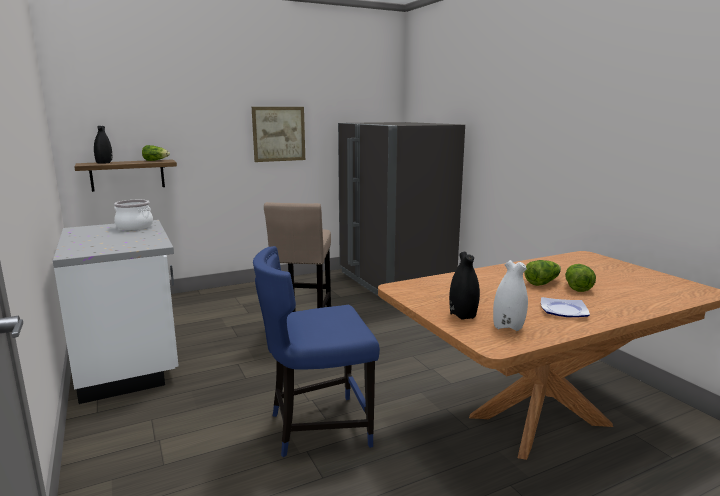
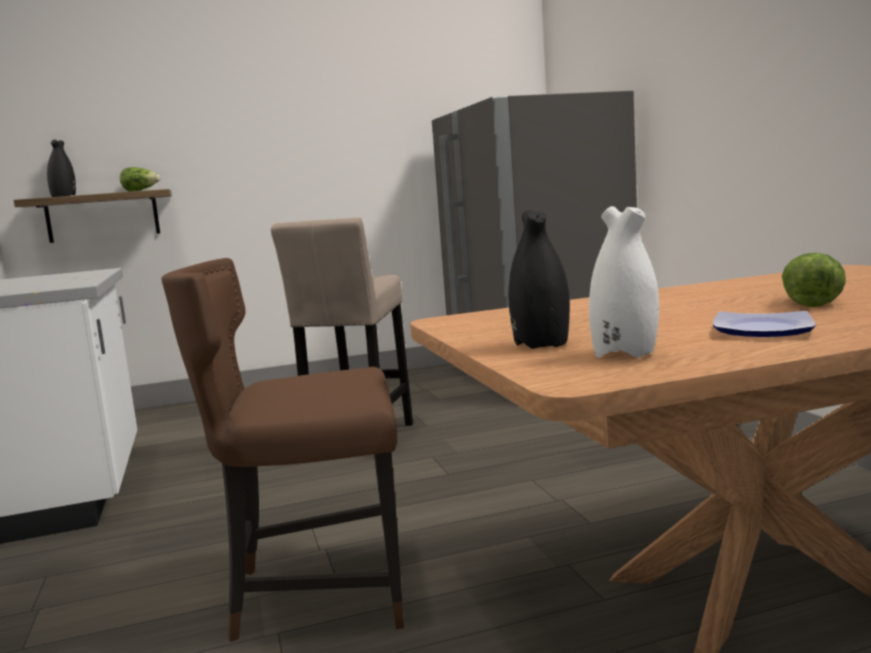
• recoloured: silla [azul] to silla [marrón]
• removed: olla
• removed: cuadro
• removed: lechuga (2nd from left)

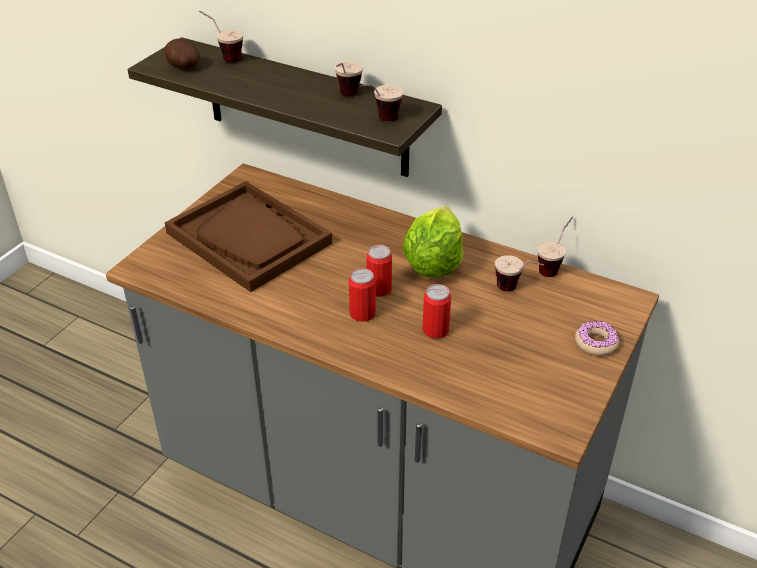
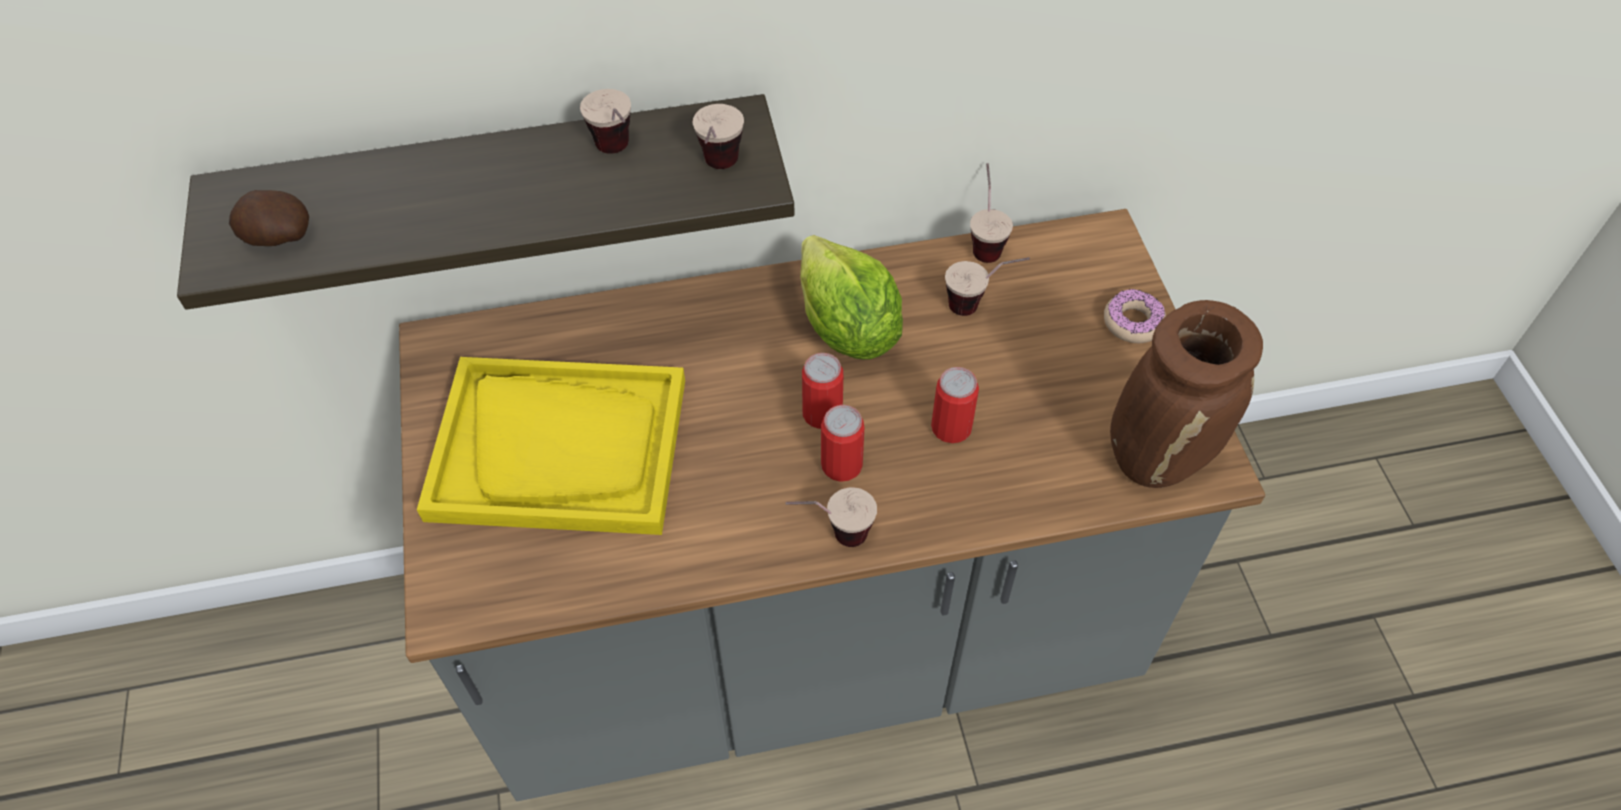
• recoloured: bandeja [marrón] to bandeja [amarillo]
• moved: taza (1st from left in the first image) to taza (3rd from left)
• added: florero [marrón]

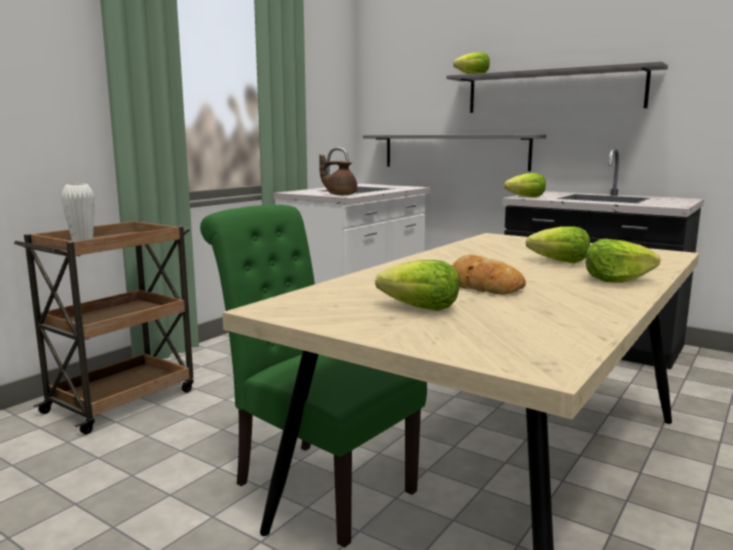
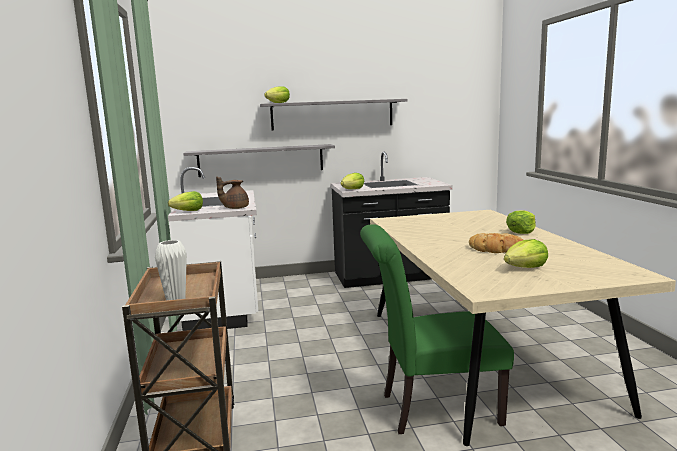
• moved: lechuga (4th from left in the first image) to lechuga (1st from left)

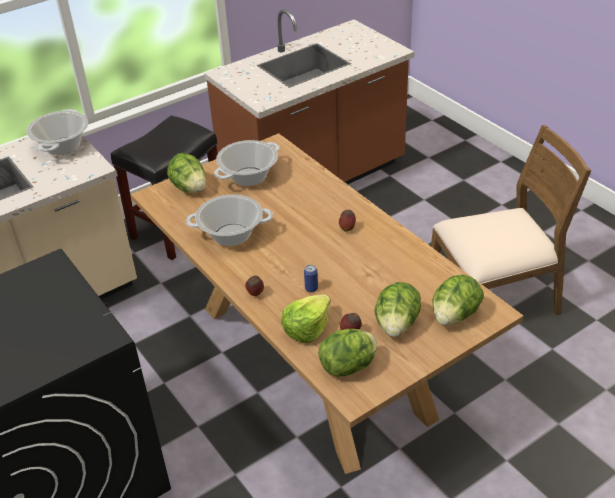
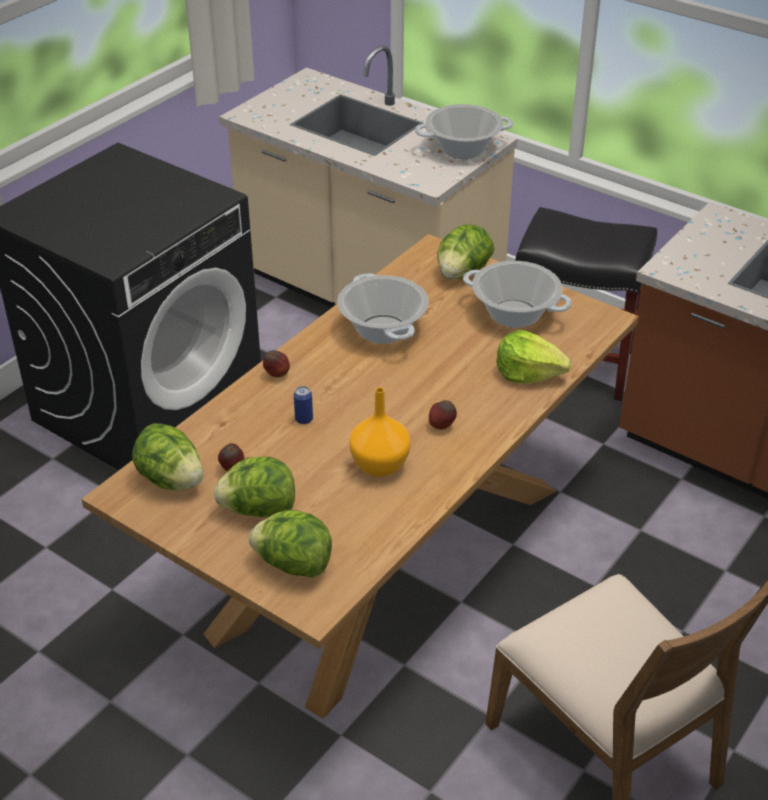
• added: florero [naranja]
• moved: lechuga (2nd from left in the first image) to lechuga (5th from left)

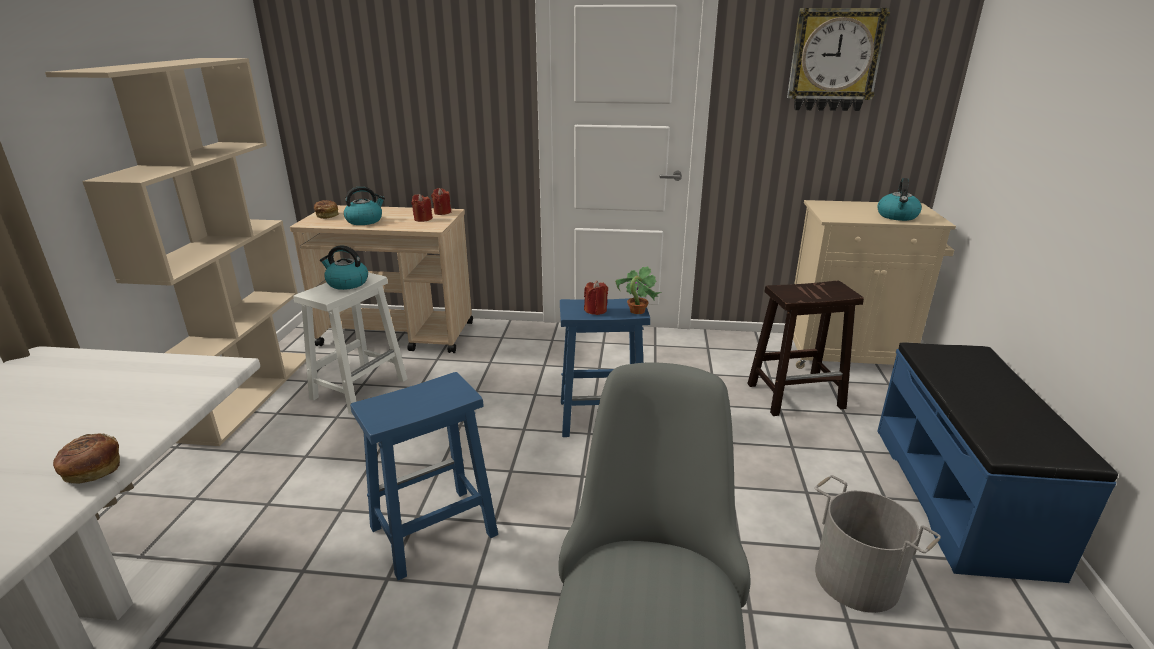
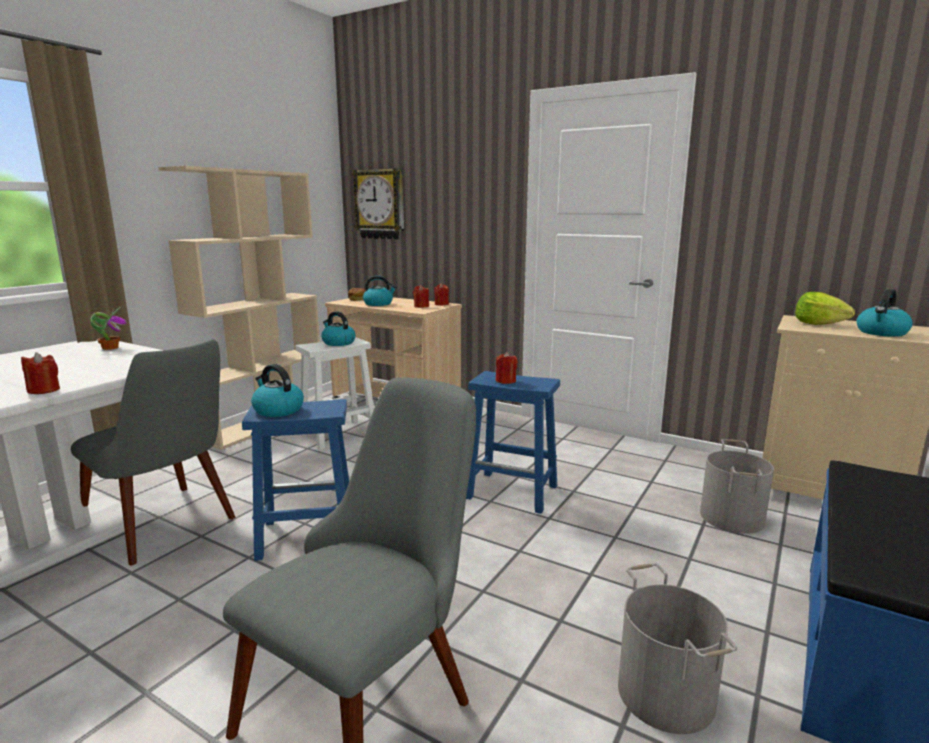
• replaced: pan (1st from left) to vela [rojo] (1st from left)
• added: silla [gris] (1st from left)
• moved: planta en maceta
• added: hervidor (1st from left)
• moved: reloj de pared
• replaced: taburete [marrón] to cubo [gris] (2nd from left)
• added: lechuga

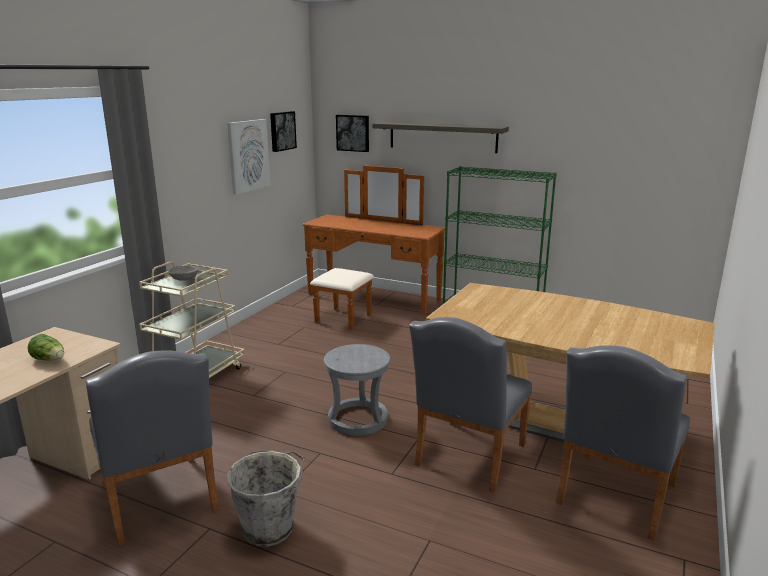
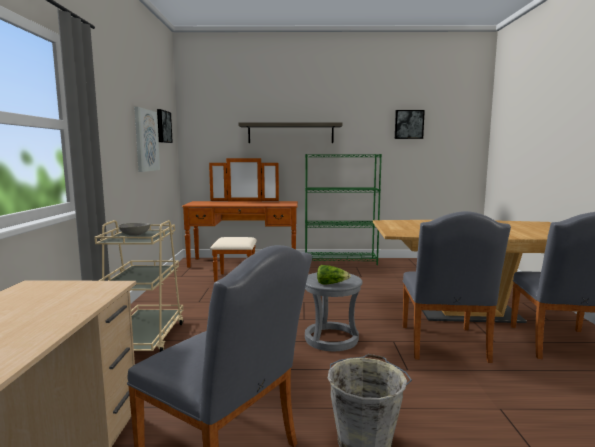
• moved: lechuga
• moved: cuadro (3rd from left)

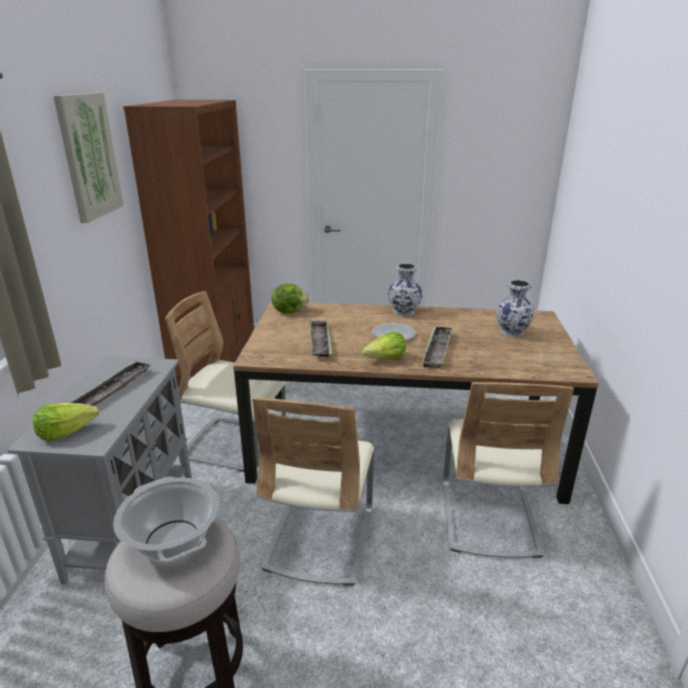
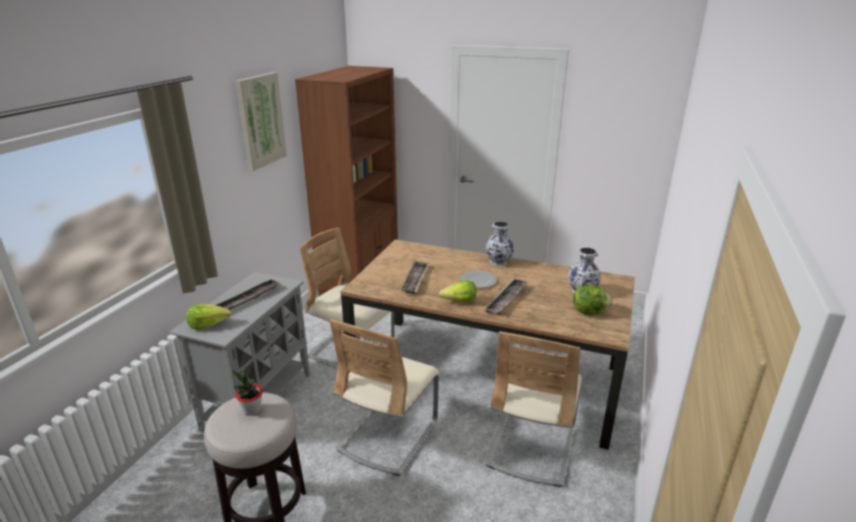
• replaced: olla to planta en maceta
• moved: lechuga (2nd from left in the first image) to lechuga (3rd from left)

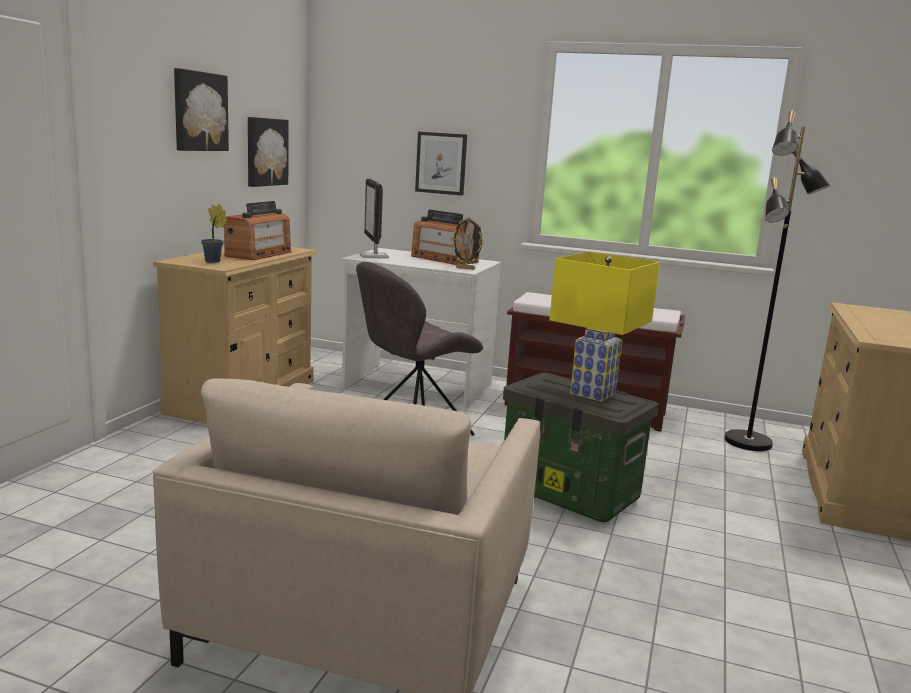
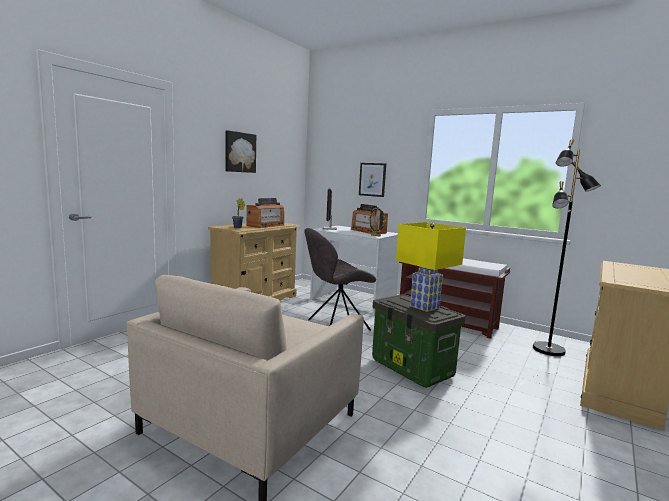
• removed: cuadro (2nd from left)

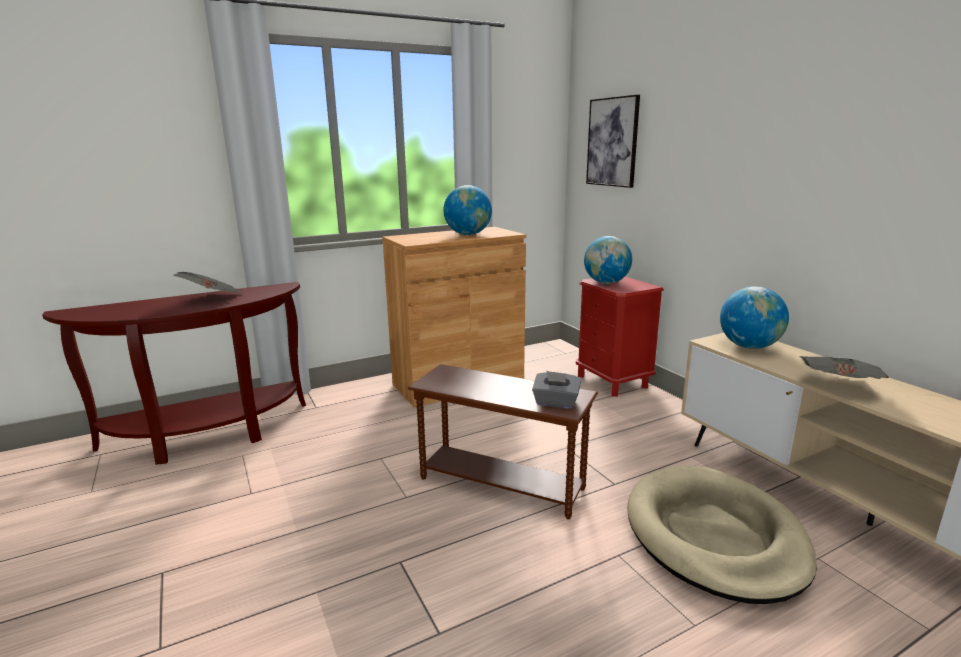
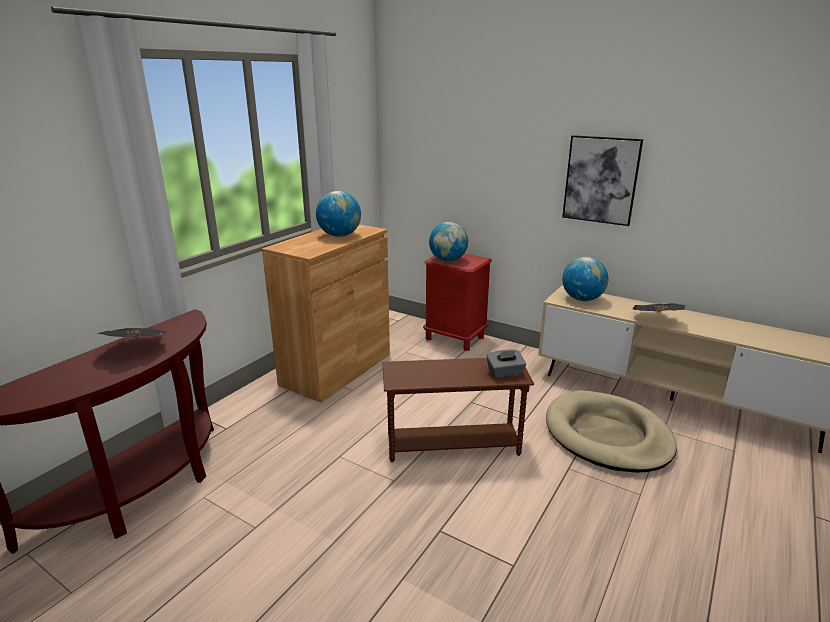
• moved: cuadro

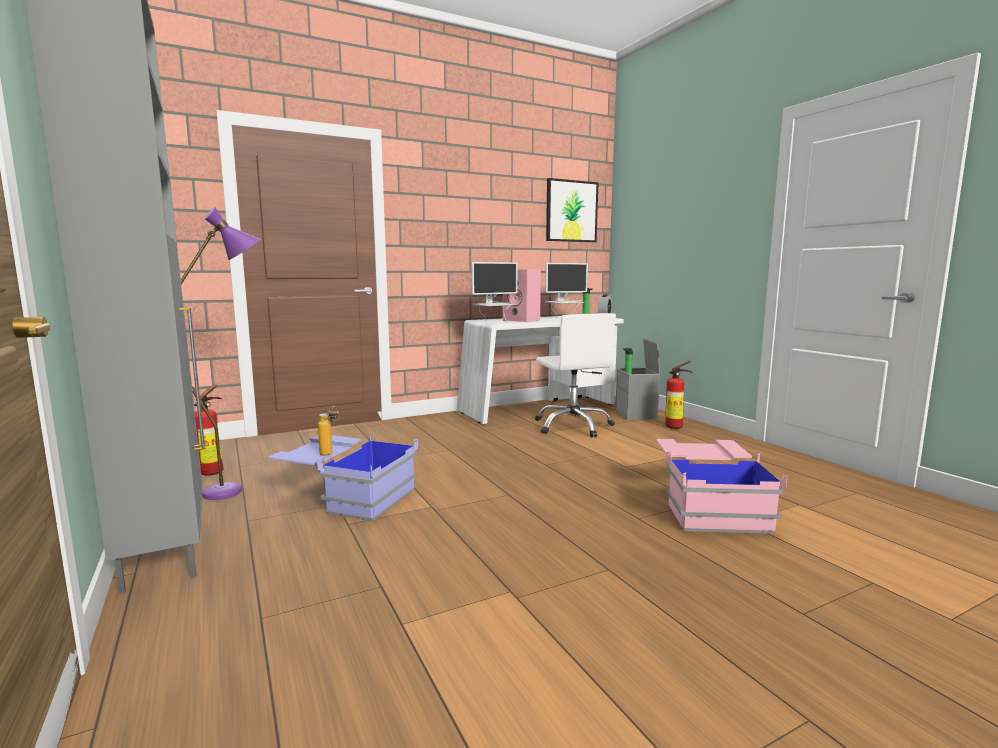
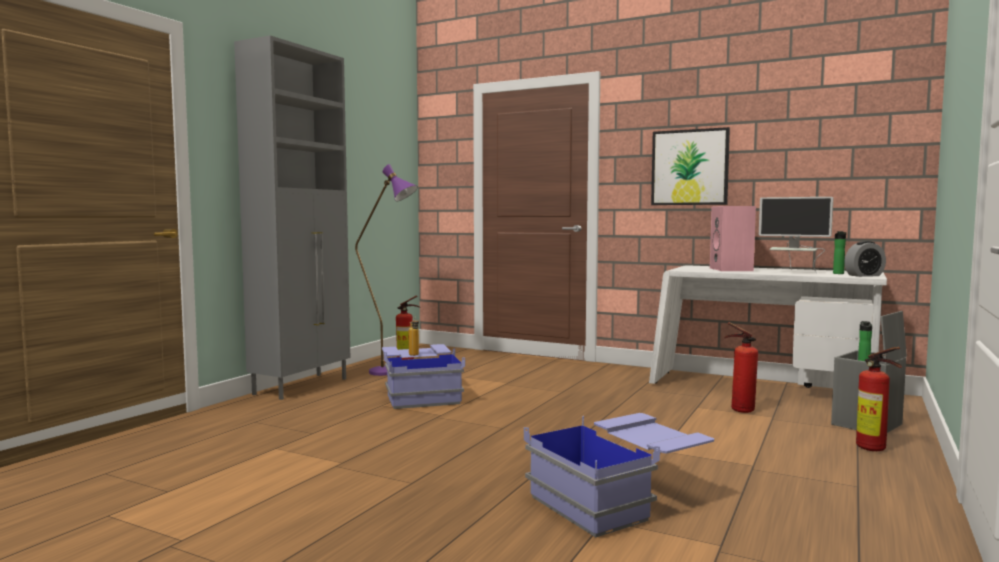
• recoloured: caja de almacenaje [rosa] to caja de almacenaje [azul] (2nd from left)
• moved: cuadro
• replaced: silla de oficina [blanco] to extintor (2nd from left)
• removed: monitor (1st from left)

